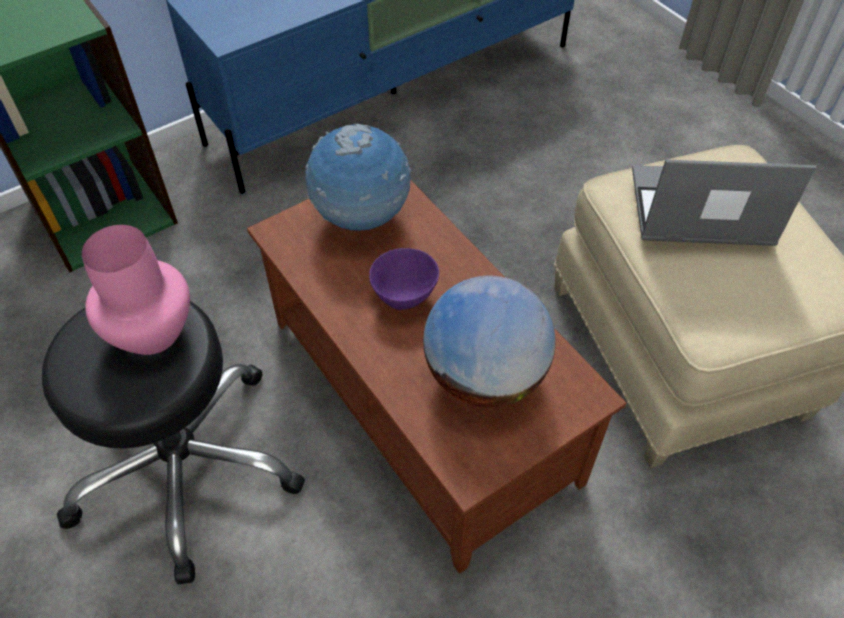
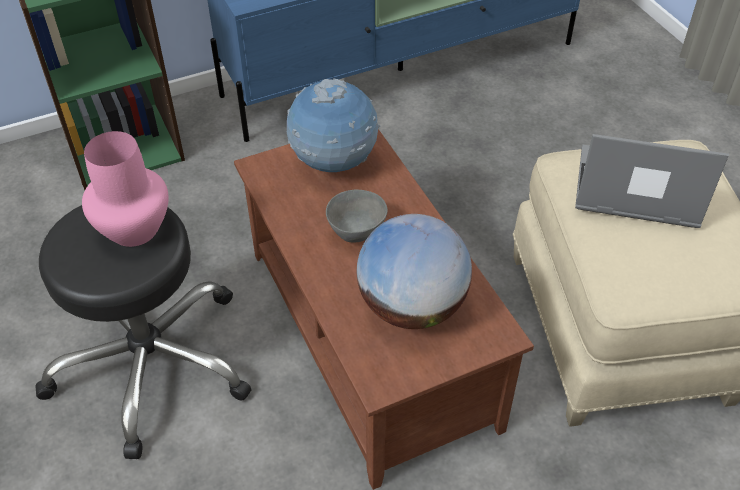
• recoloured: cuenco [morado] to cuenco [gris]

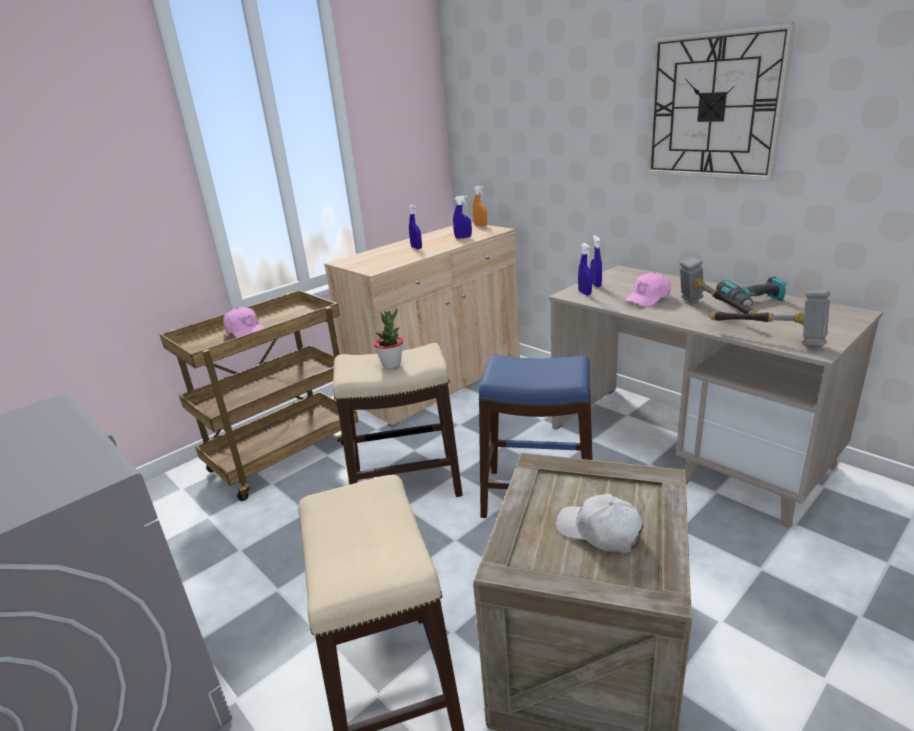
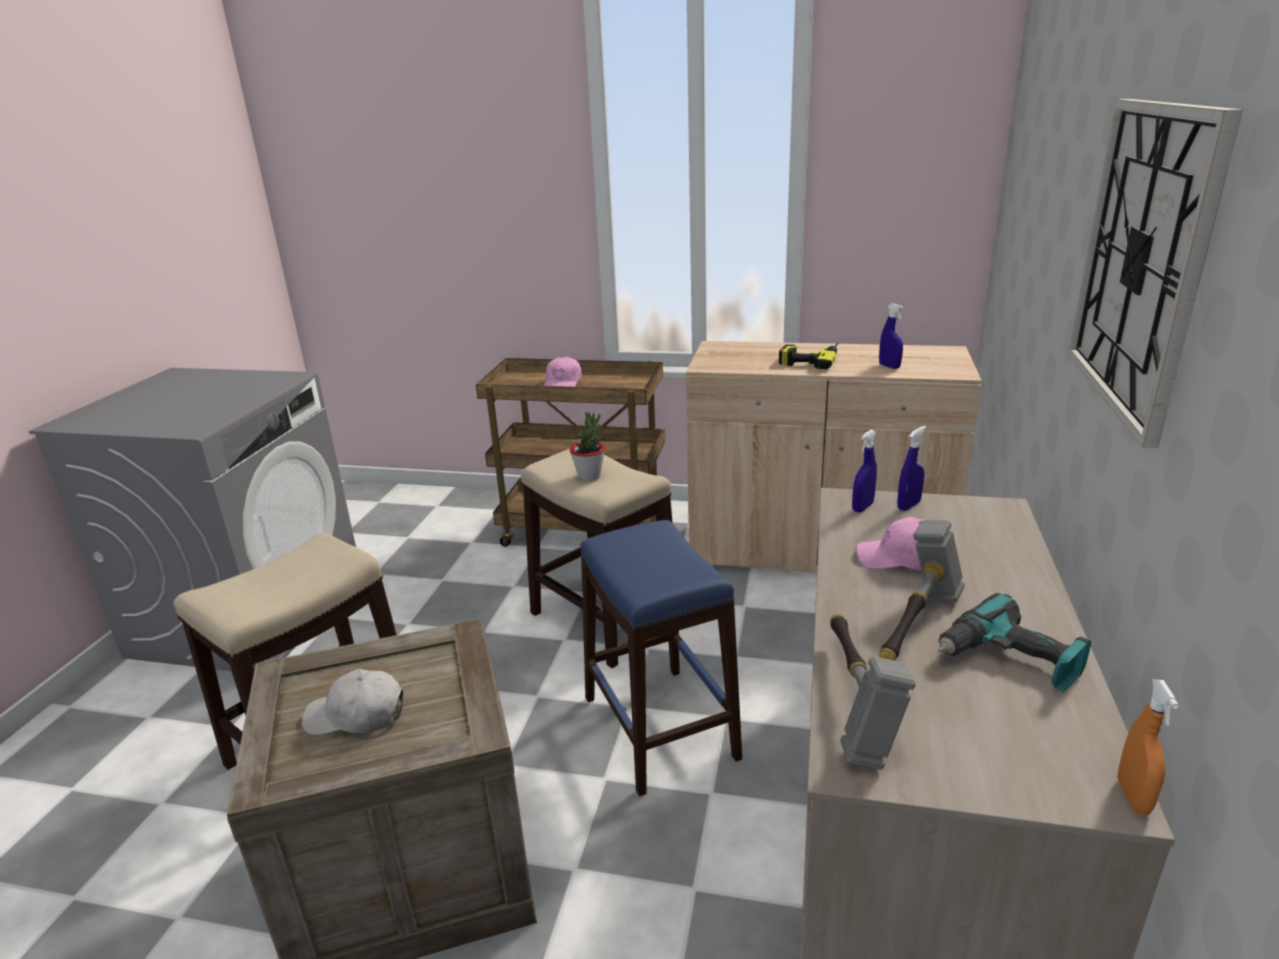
• turned: gorra [blanco] 90 degrees counterclockwise
• replaced: pulverizador [azul] (1st from left) to taladro (1st from left)
• moved: pulverizador [naranja]

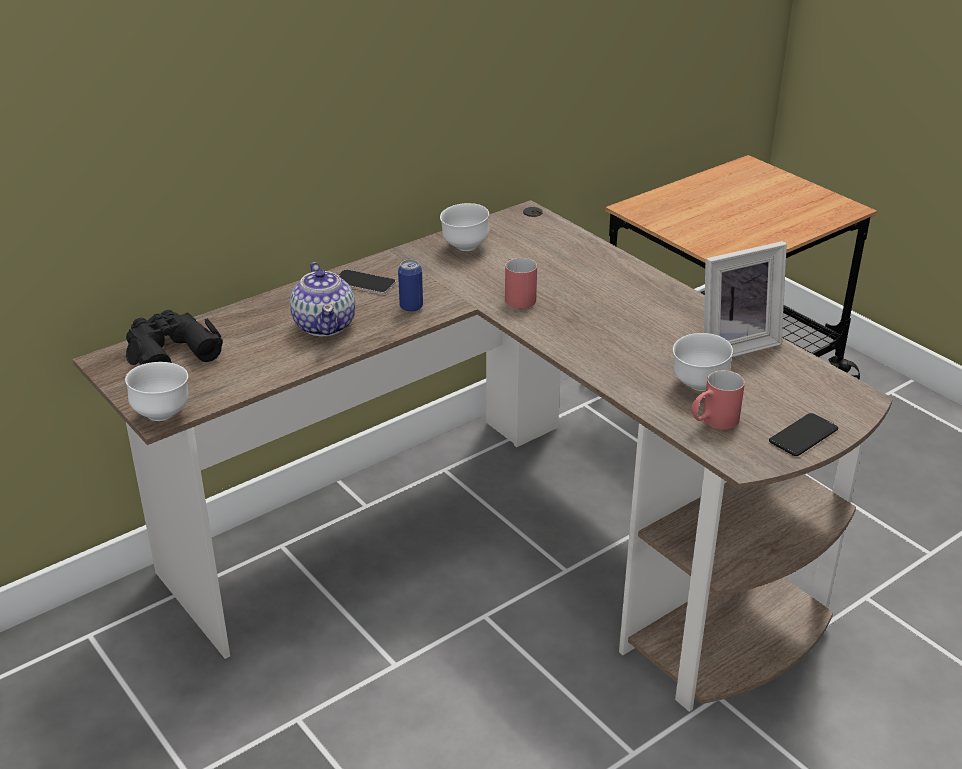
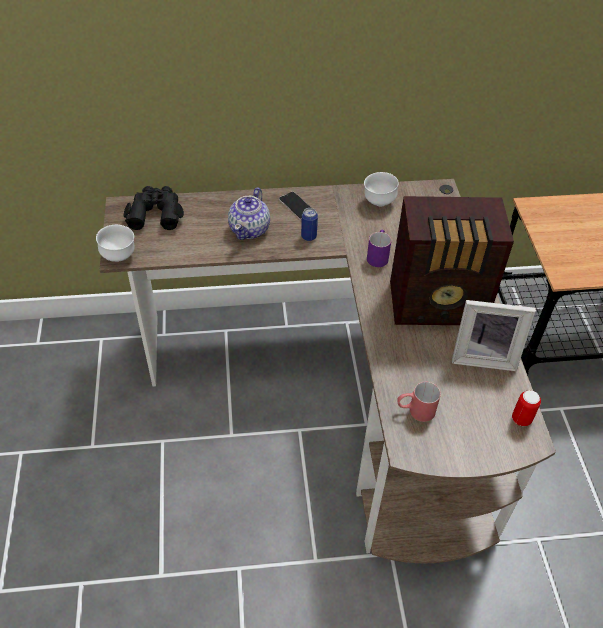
• recoloured: taza grande [rojo] (1st from left) to taza grande [morado]
• added: radio
• added: lata (2nd from left)
• removed: cuenco [blanco] (3rd from left)
• removed: móvil (2nd from left)

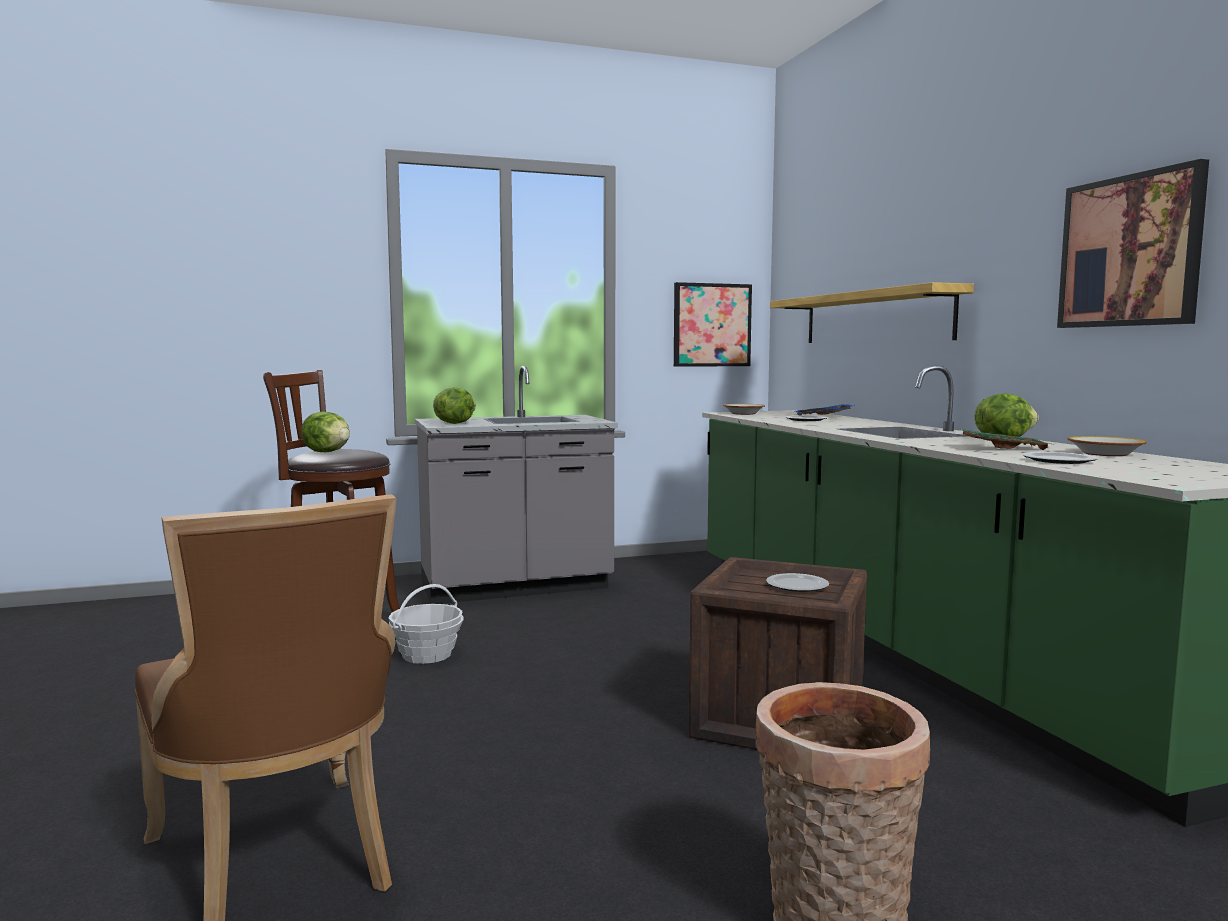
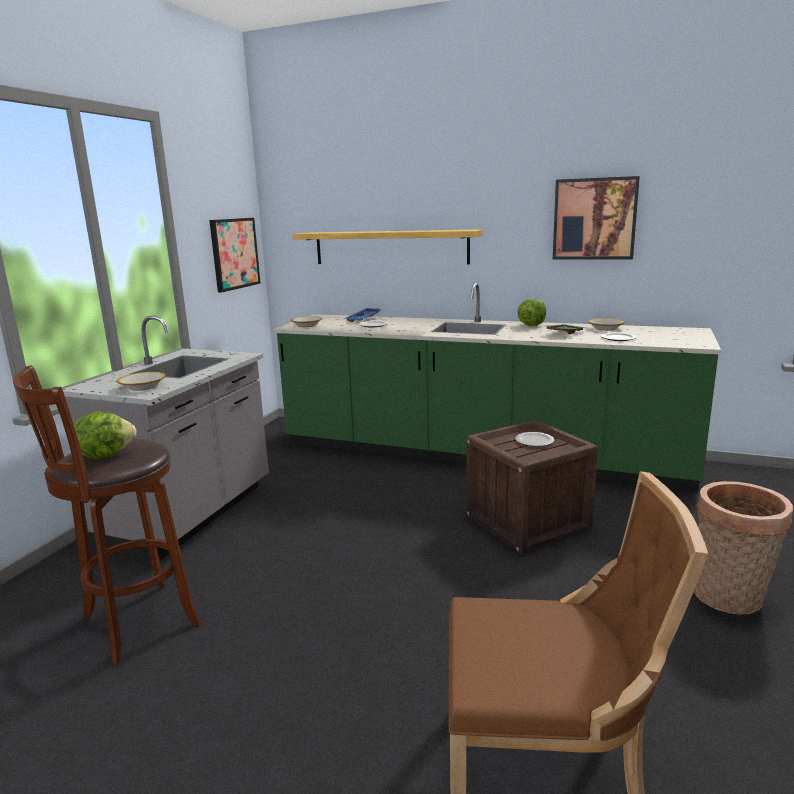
• replaced: lechuga (2nd from left) to cuenco (1st from left)
• removed: cesta (1st from left)

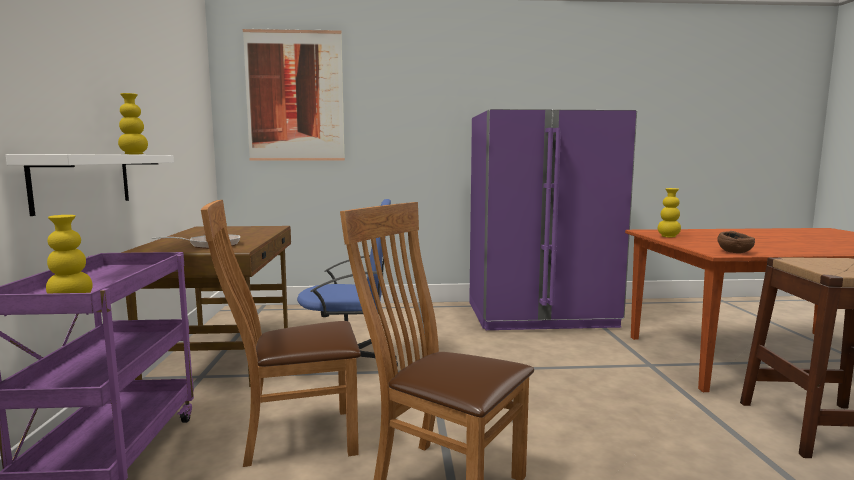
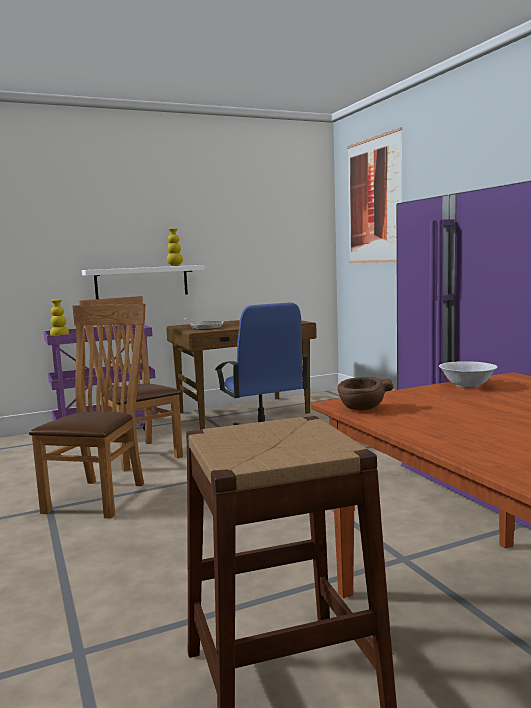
• replaced: florero [amarillo] (3rd from left) to cuenco [blanco]

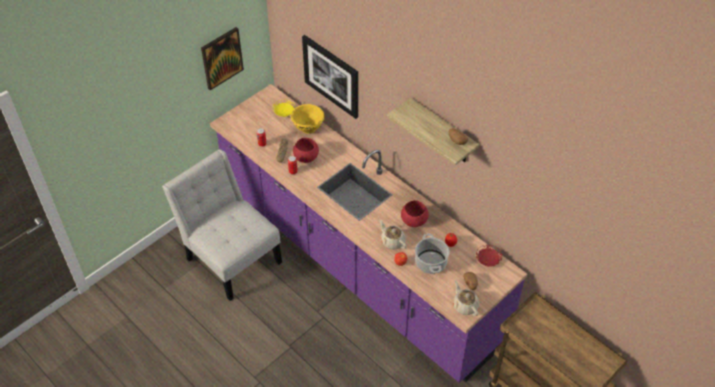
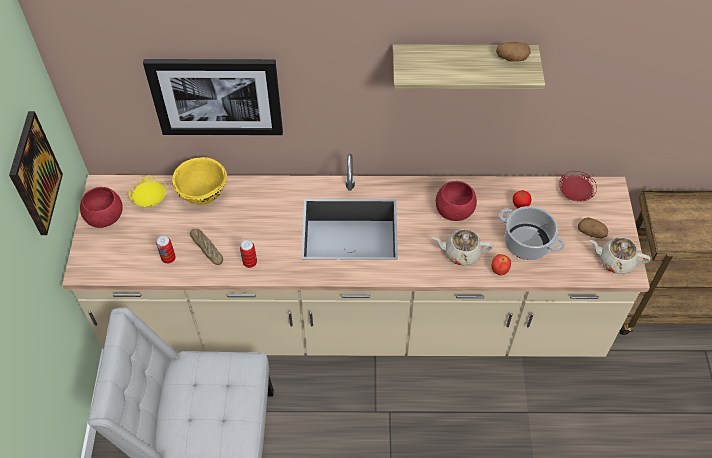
• recoloured: mueble bajo de cocina [morado] to mueble bajo de cocina [beis]
• moved: cuenco [rojo] (1st from left)

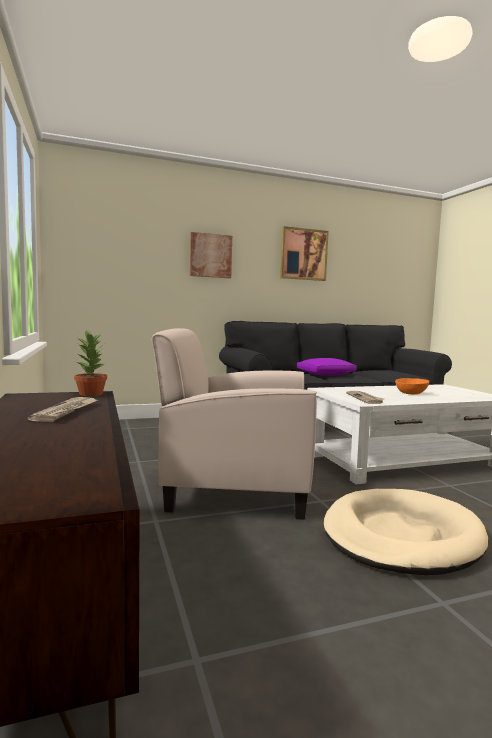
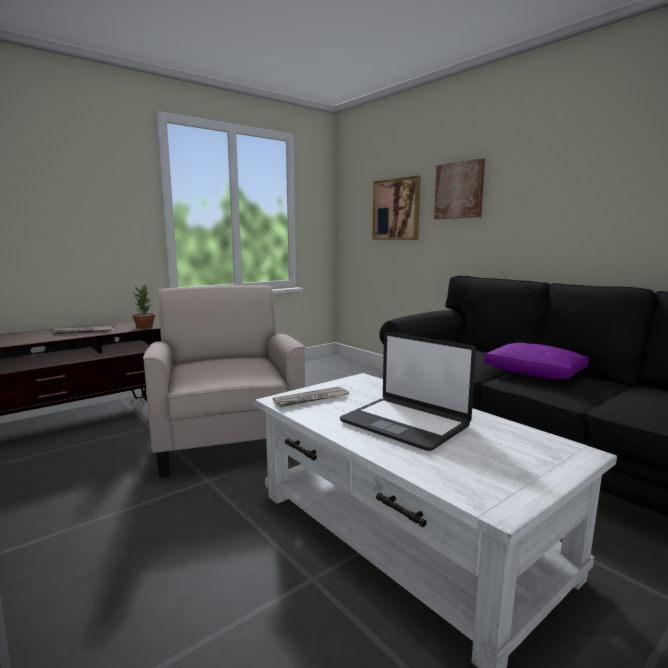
• replaced: cuenco [naranja] to portátil
• moved: cuadro (2nd from left in the first image) to cuadro (1st from left)
• removed: cama para perro [beis]

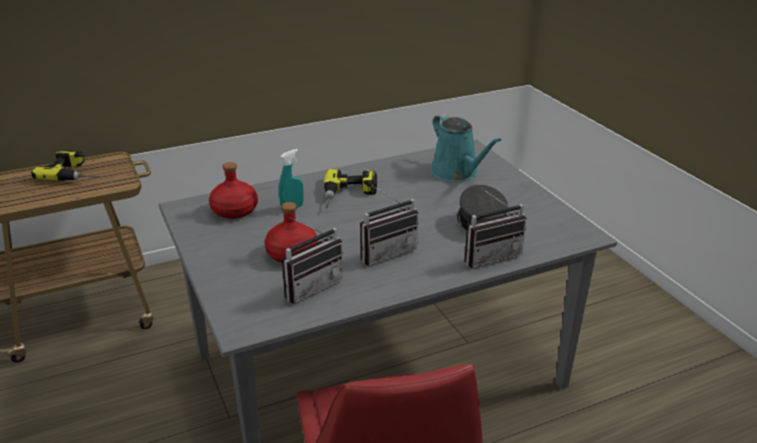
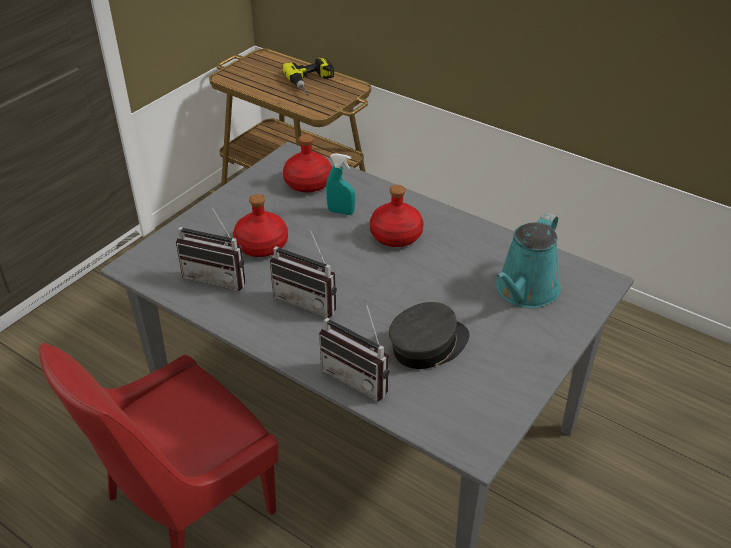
• replaced: taladro (2nd from left) to botella [rojo] (3rd from left)

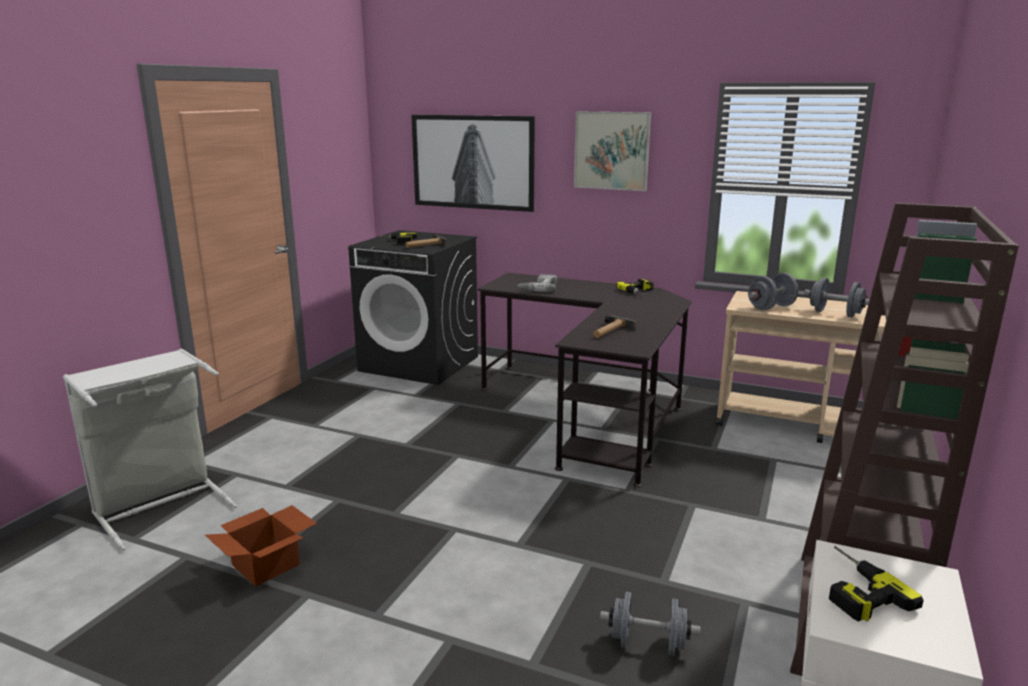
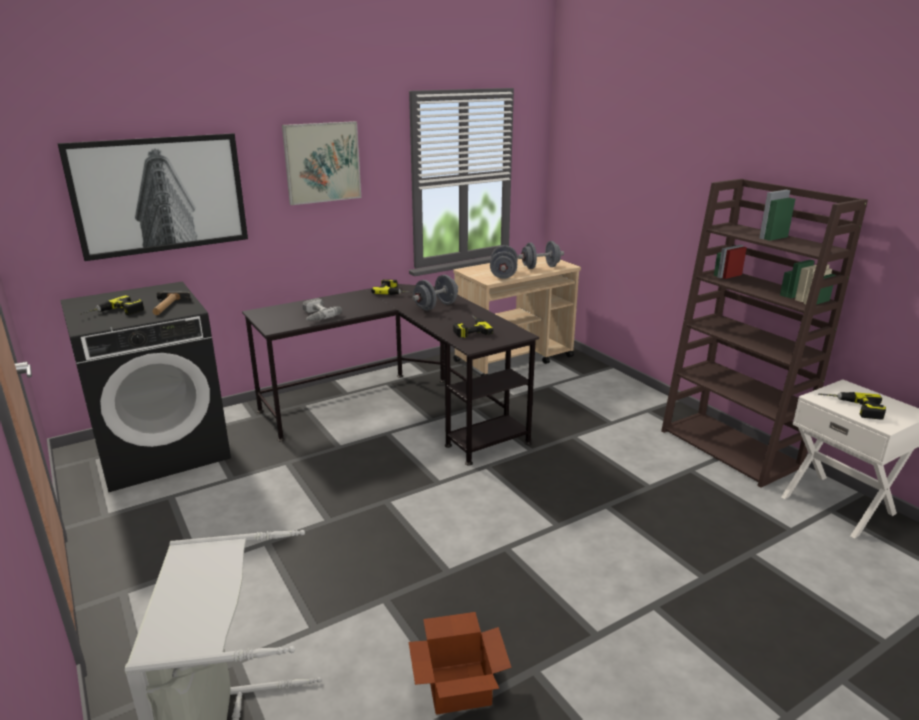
• moved: mancuerna [gris] (1st from left)
• replaced: martillo (2nd from left) to taladro (4th from left)

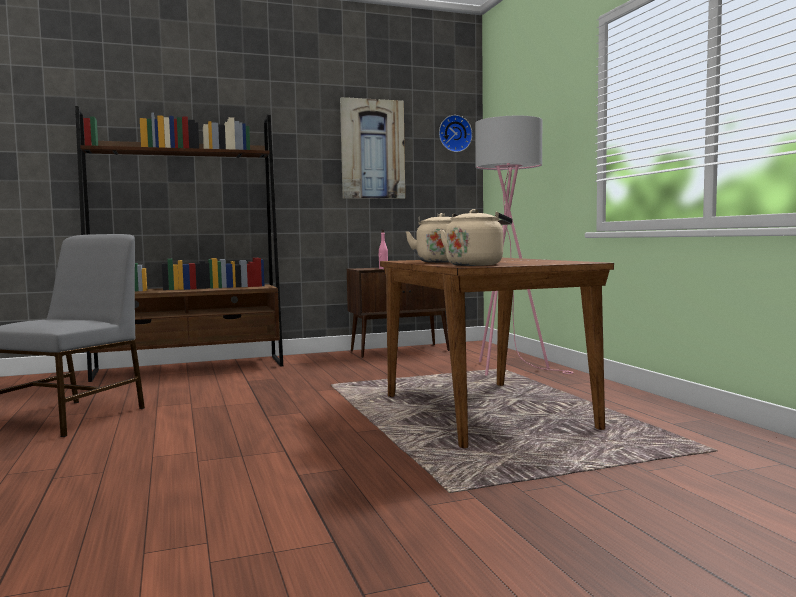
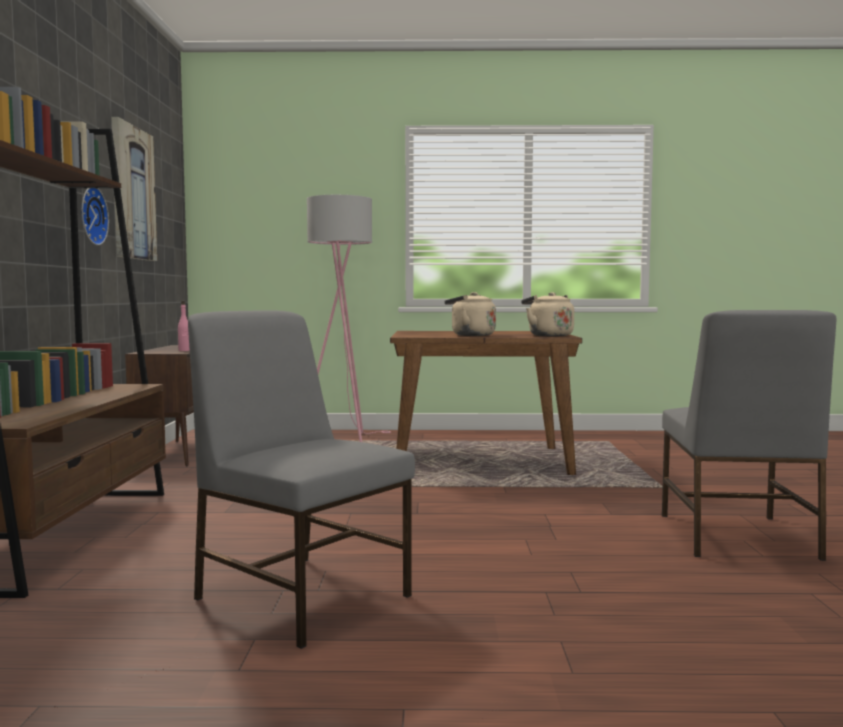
• moved: reloj de pared
• added: silla [gris] (2nd from left)

